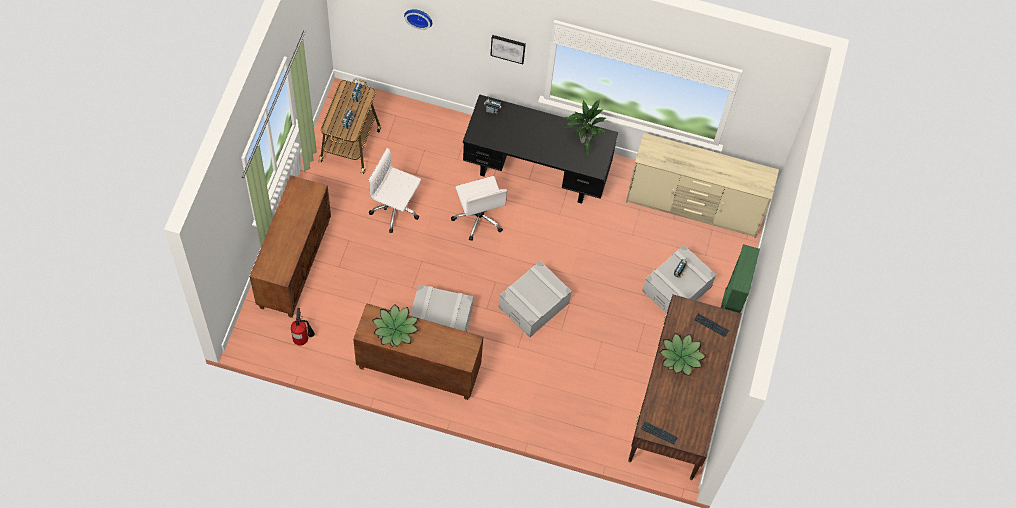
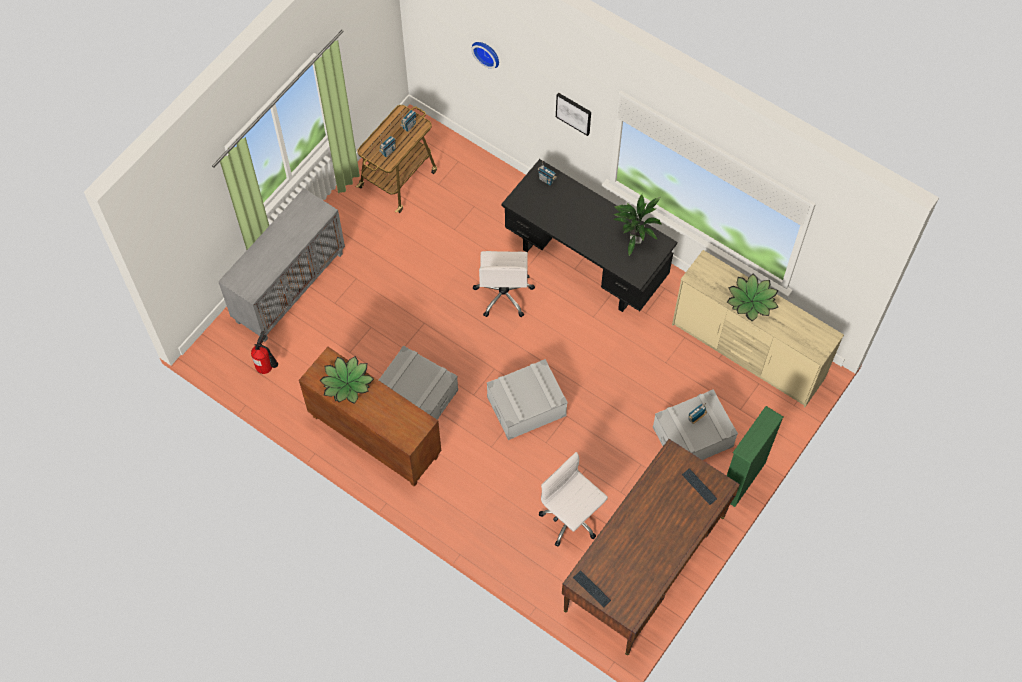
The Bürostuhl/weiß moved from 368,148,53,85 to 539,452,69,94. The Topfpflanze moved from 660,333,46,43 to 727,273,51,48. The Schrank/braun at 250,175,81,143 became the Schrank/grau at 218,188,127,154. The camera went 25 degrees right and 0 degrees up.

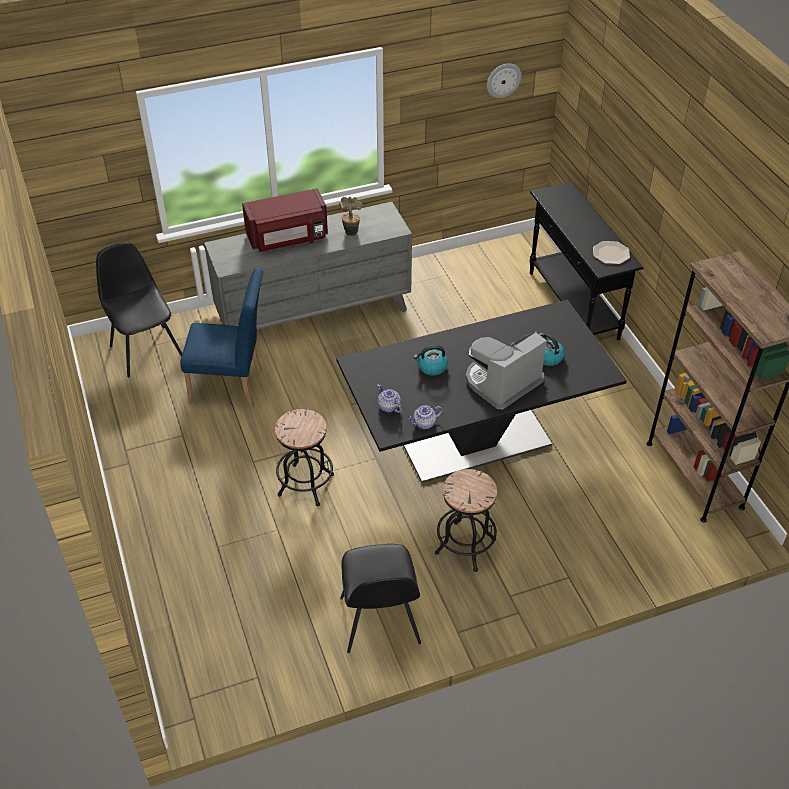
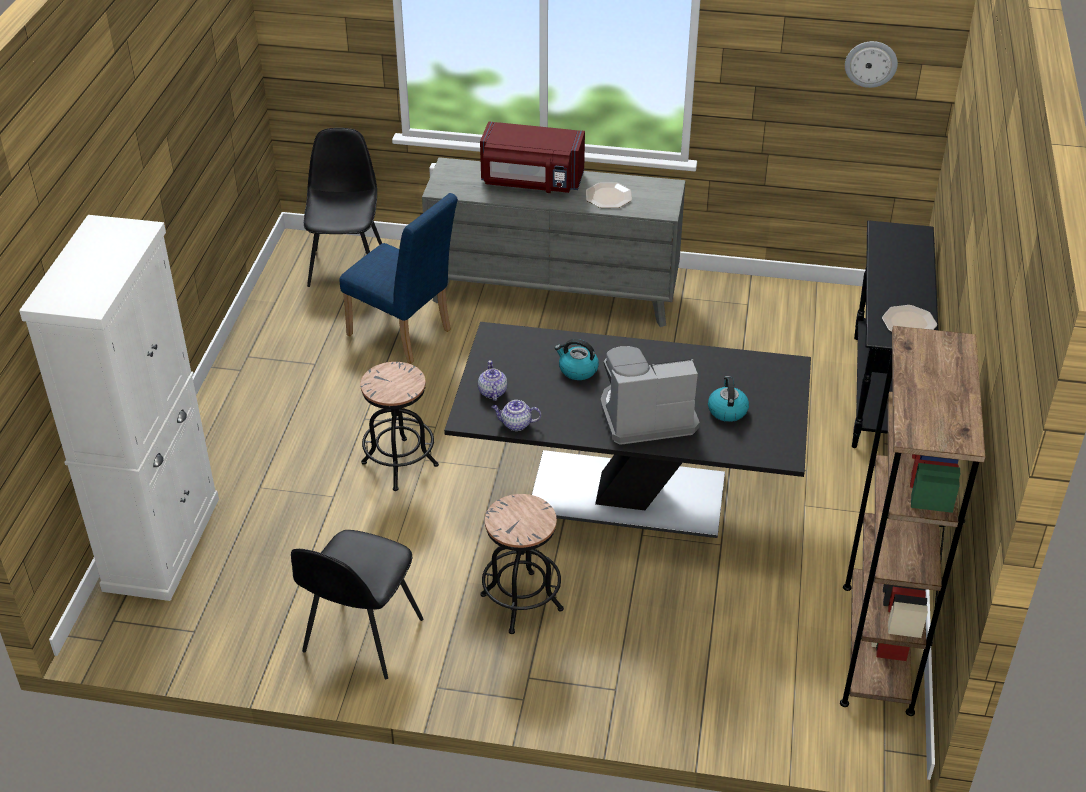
The Schrank/weiß at 19,215,200,386 appeared. The Topfpflanze at 339,197,24,39 was replaced by the Teller at 586,182,46,26. The camera went 30 degrees right and 5 degrees down.

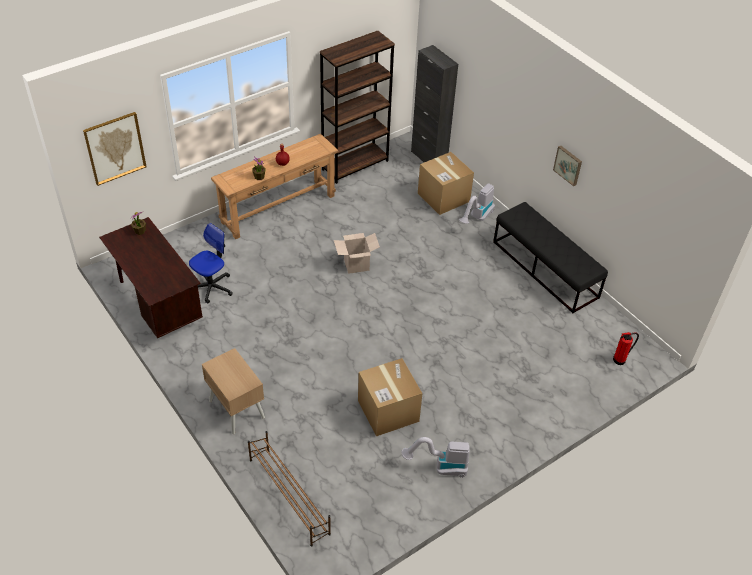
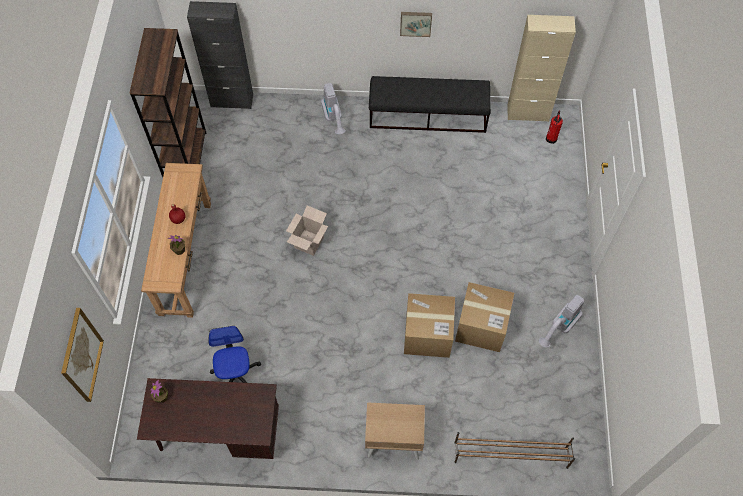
The Schrank/beige at 507,15,69,107 appeared. The Karton moved from 418,152,56,63 to 404,293,51,65. The camera went 50 degrees left and 15 degrees up.

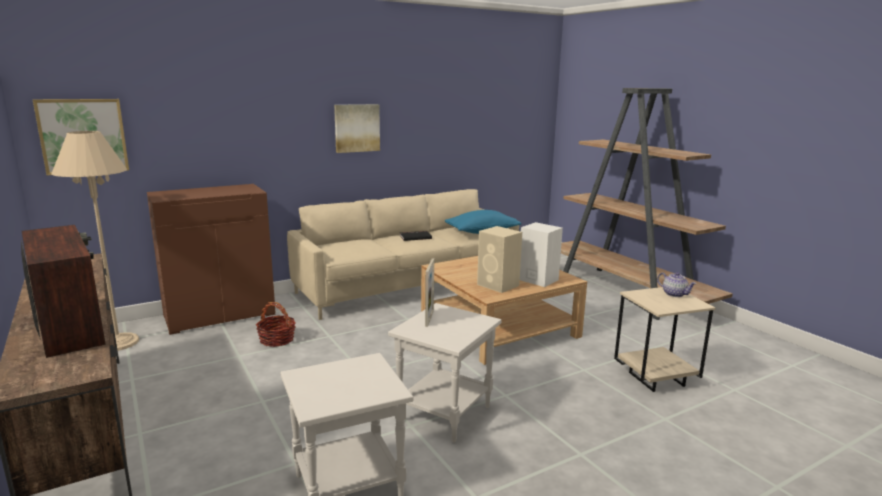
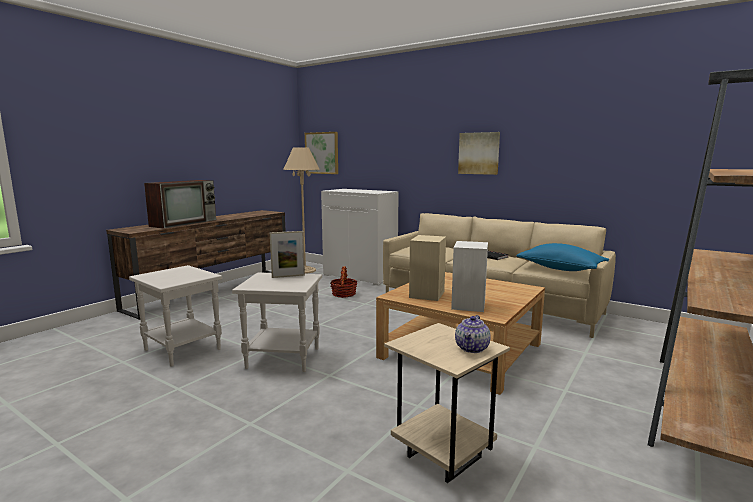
The Schrank/braun at 147,184,129,151 became the Schrank/weiß at 321,189,78,97. The camera went 65 degrees right and 5 degrees down.

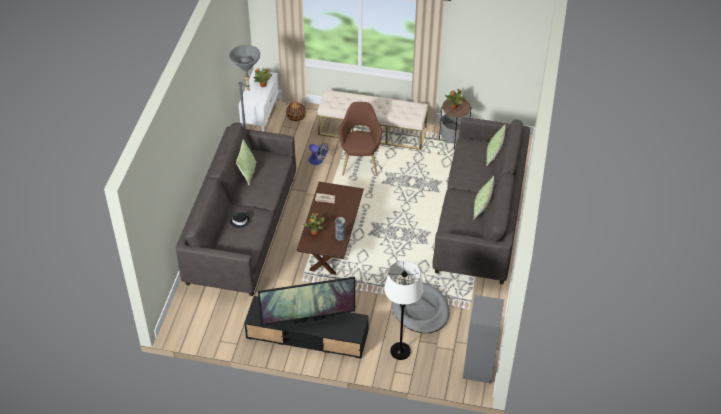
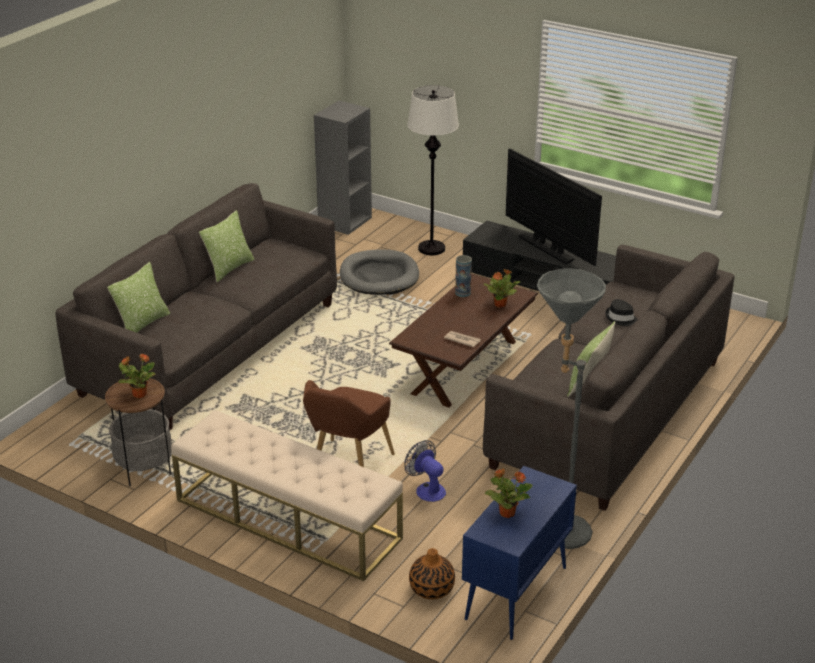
The Schrank/weiß at 239,70,40,62 became the Schrank/blau at 462,466,115,174. The Fernseher at 258,277,97,51 turned 45 degrees clockwise. The camera went 160 degrees left and 15 degrees down.

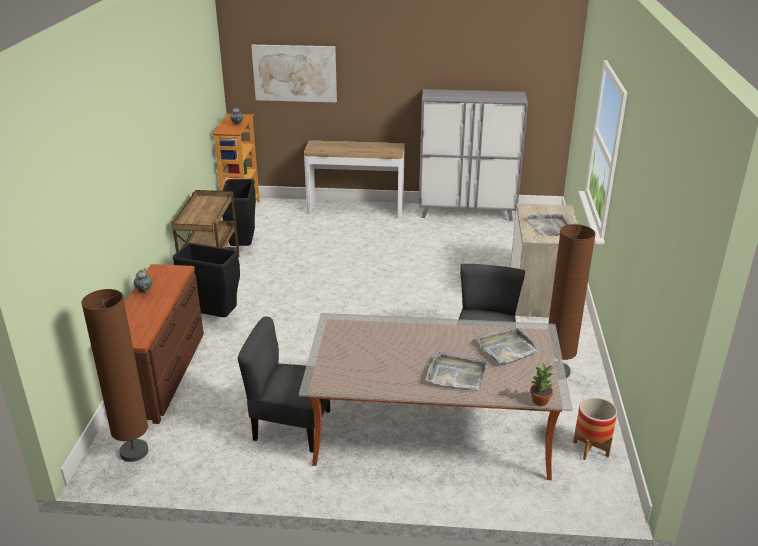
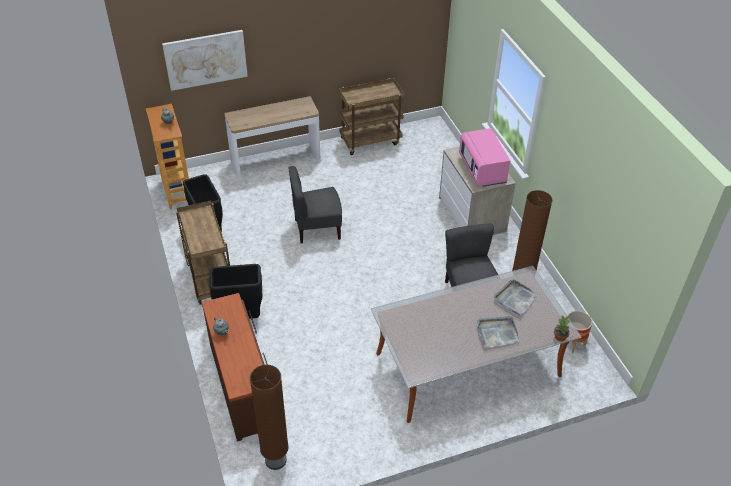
The Stuhl/grau moved from 237,317,93,136 to 289,166,53,77. The Schrank/grau at 419,89,109,132 was replaced by the Rollwagen/braun at 339,78,66,77. The Tablett/grau at 526,214,44,22 was replaced by the Mikrowelle/rosa at 459,128,51,59. The camera went 25 degrees left and 15 degrees up.

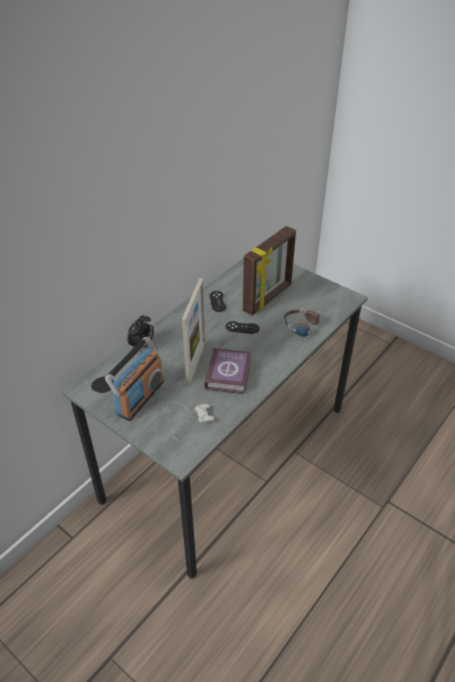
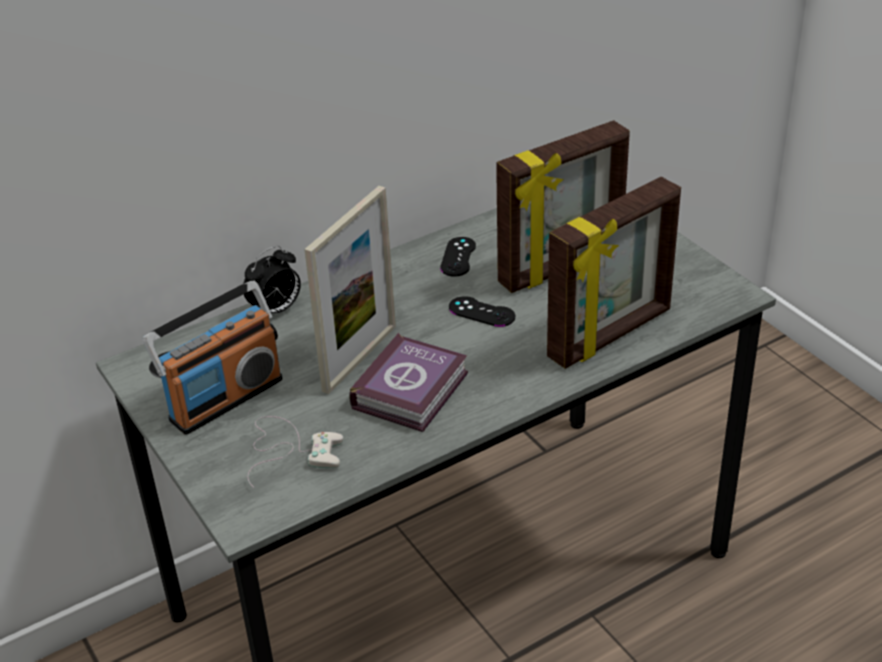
The Kopfhörer at 284,309,36,28 was replaced by the Bilderrahmen at 547,177,134,192. The camera went 20 degrees right and 5 degrees down.

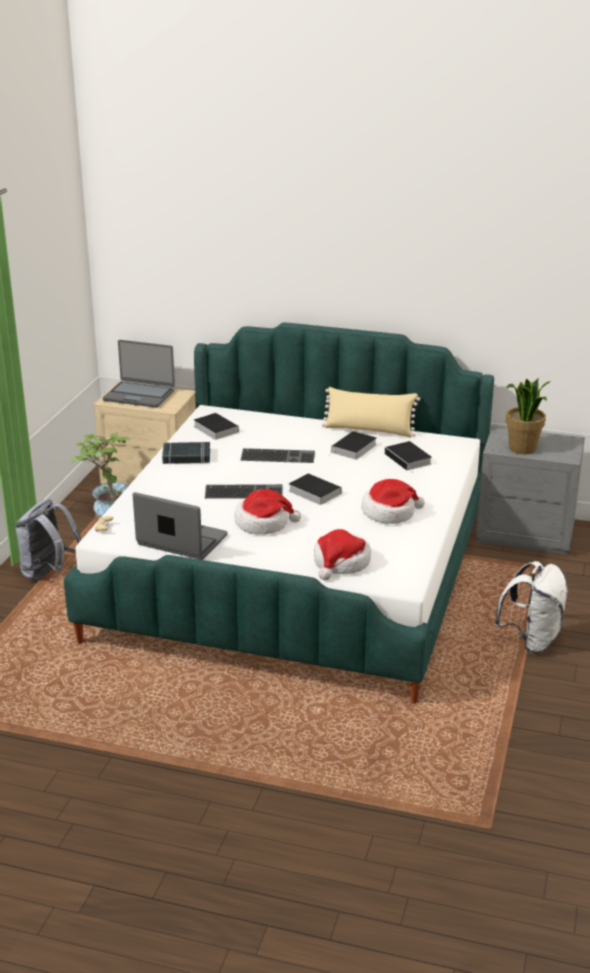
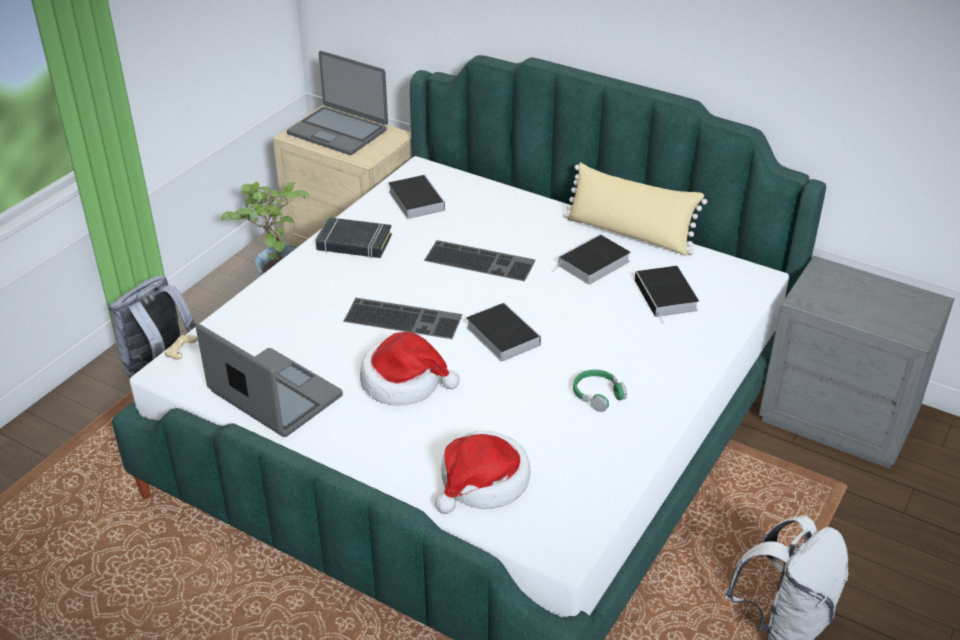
The Topfpflanze at 505,378,46,76 disappeared. The Hut at 361,479,64,45 was replaced by the Kopfhörer/grün at 573,370,54,42. The camera went 15 degrees right and 10 degrees up.

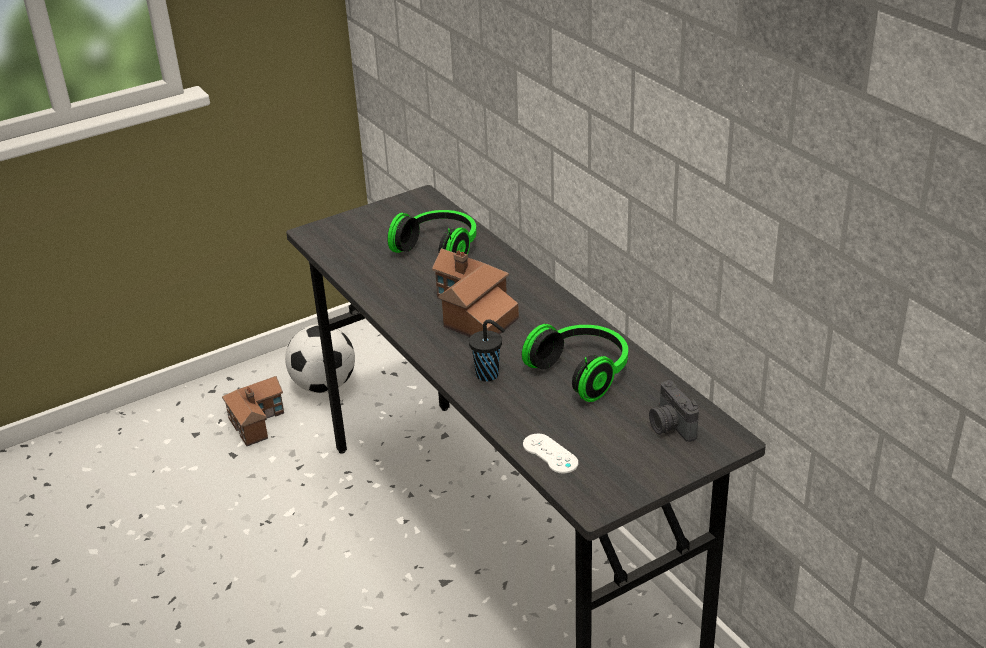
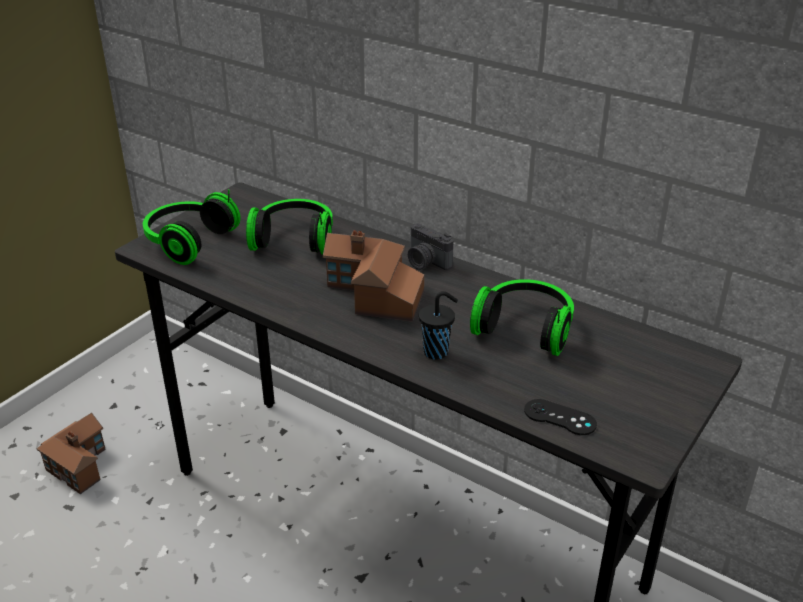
The Fußball at 285,324,70,69 disappeared. The Kopfhörer at 143,189,97,76 appeared. The Kamera moved from 649,380,50,62 to 408,223,46,47. The Gamepad/weiß at 523,434,55,40 became the Gamepad/schwarz at 524,399,73,36. The camera went 25 degrees left and 0 degrees up.

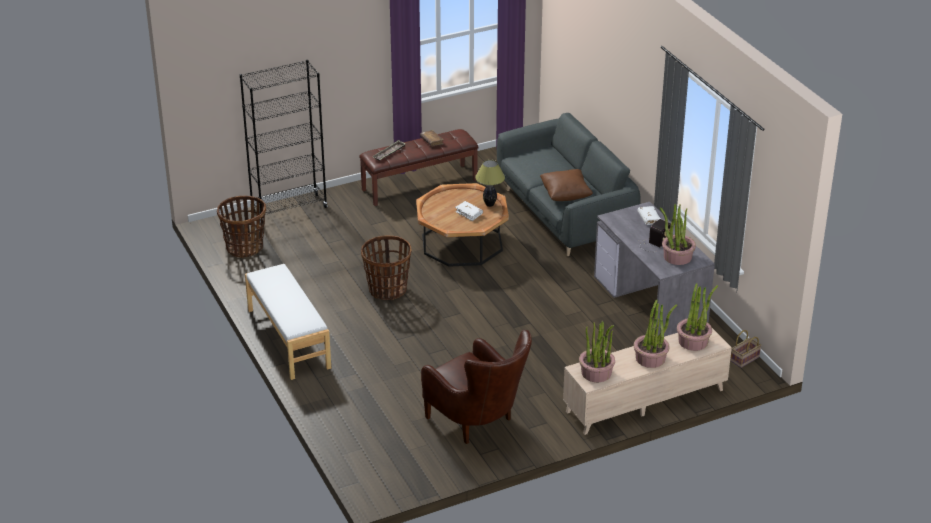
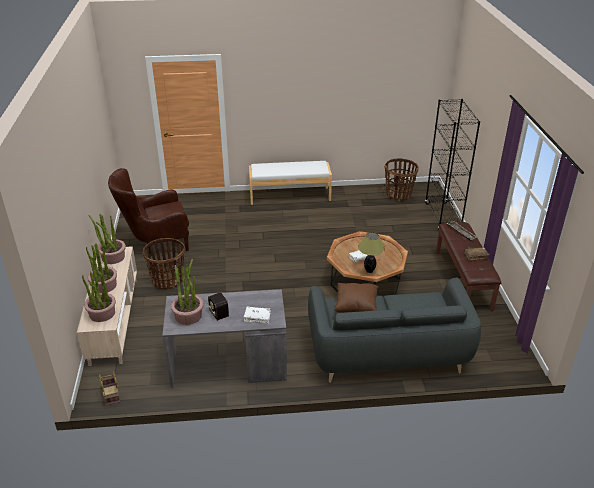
The Korb moved from 361,235,50,65 to 143,238,42,52. The camera went 110 degrees right and 0 degrees up.

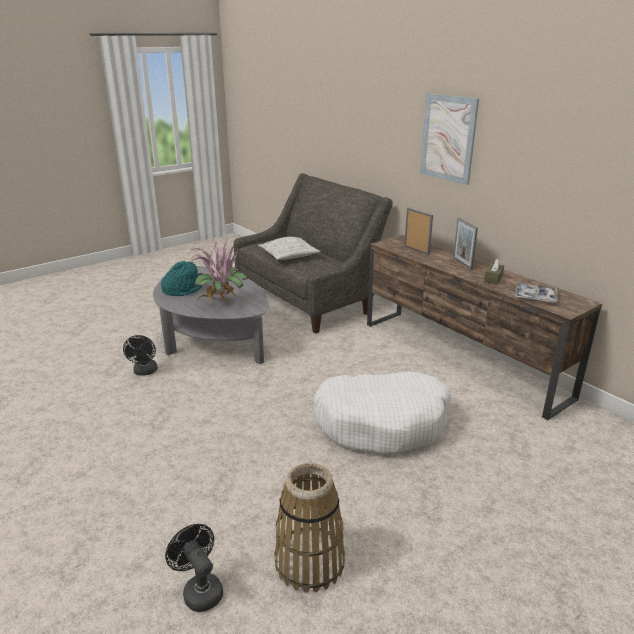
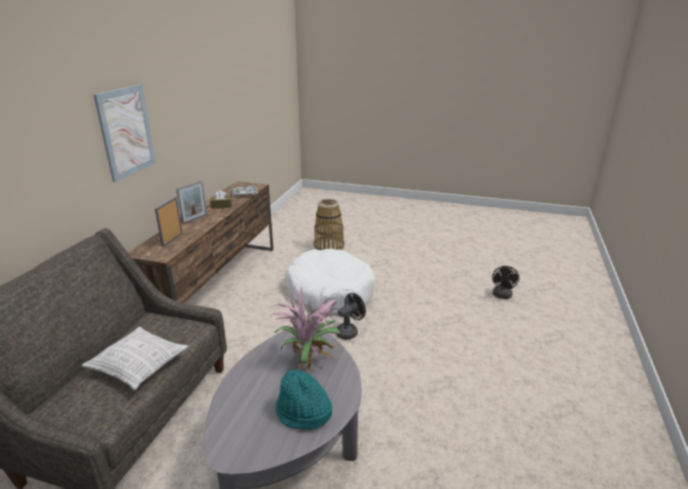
The Ventilator/schwarz moved from 123,335,35,41 to 336,293,30,47. The Korb moved from 274,463,71,130 to 314,199,31,51. The camera went 125 degrees left and 0 degrees up.

